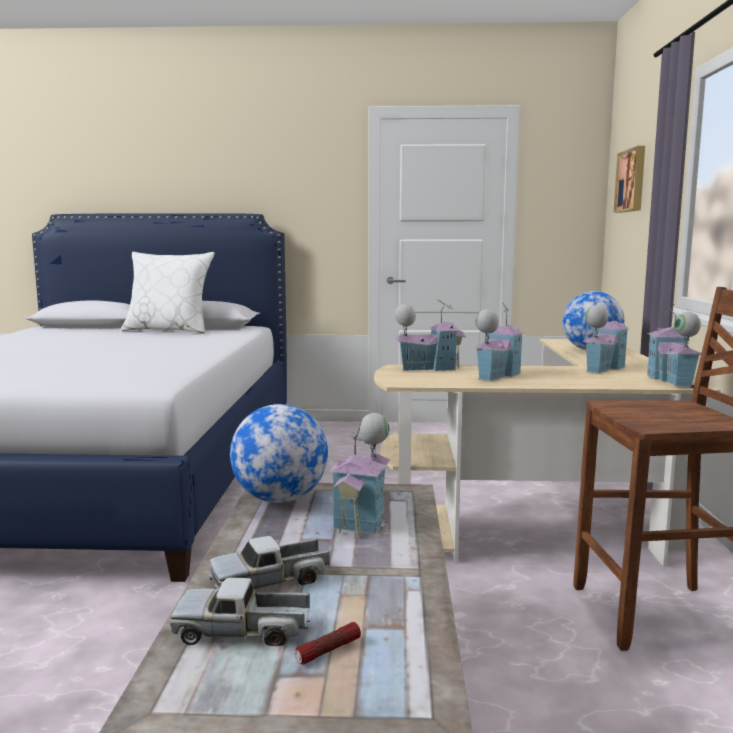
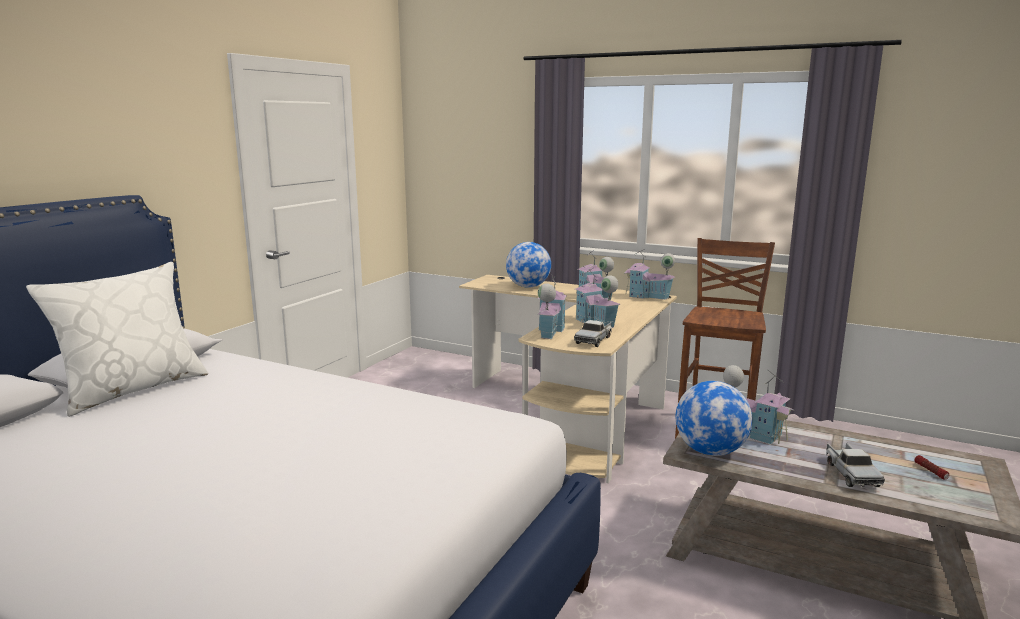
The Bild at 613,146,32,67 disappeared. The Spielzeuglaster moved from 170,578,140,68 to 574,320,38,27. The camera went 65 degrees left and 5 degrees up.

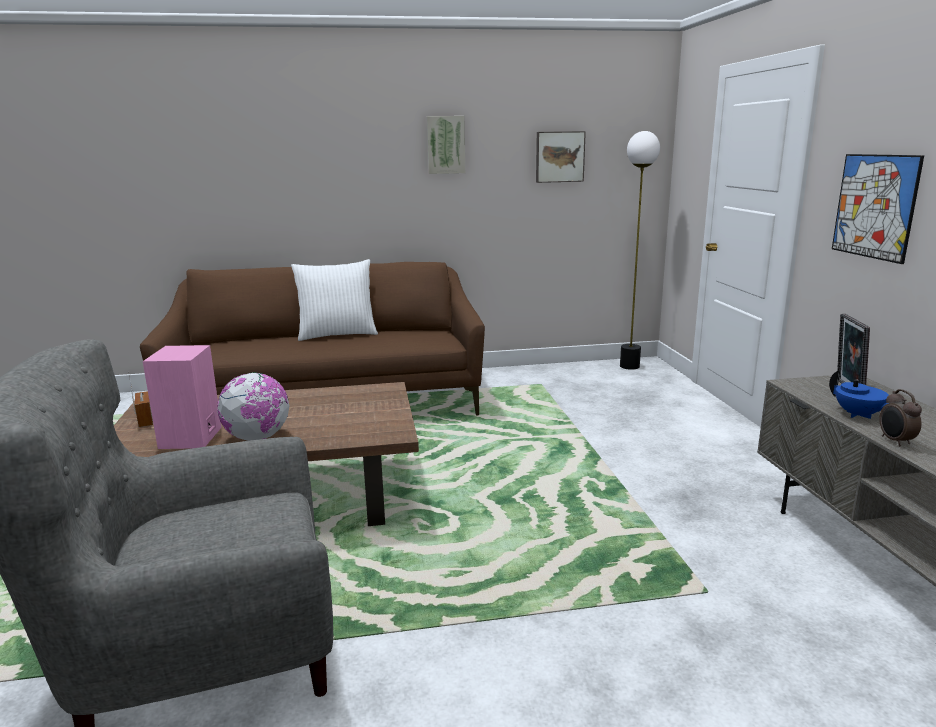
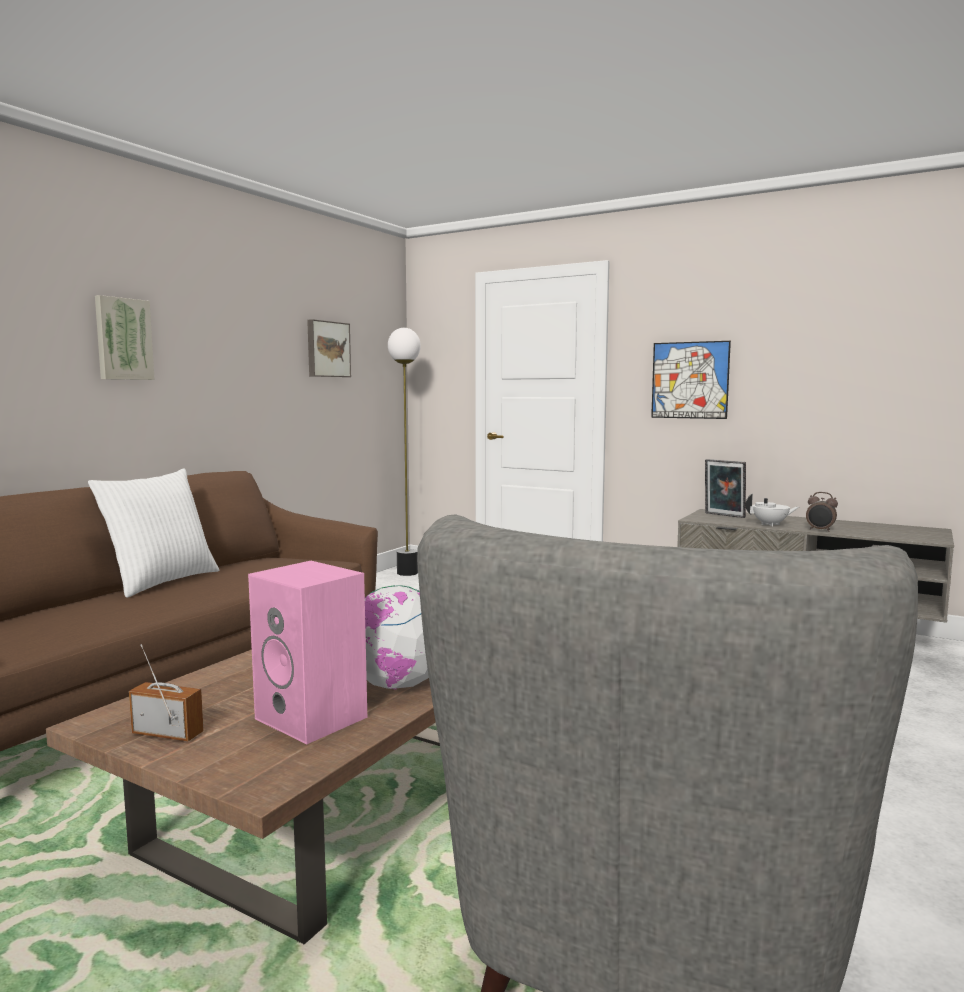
The Bild moved from 427,116,38,58 to 95,295,60,85. The Teekanne/blau at 829,370,60,49 became the Teekanne/weiß at 746,494,53,32. The camera went 50 degrees left and 10 degrees down.

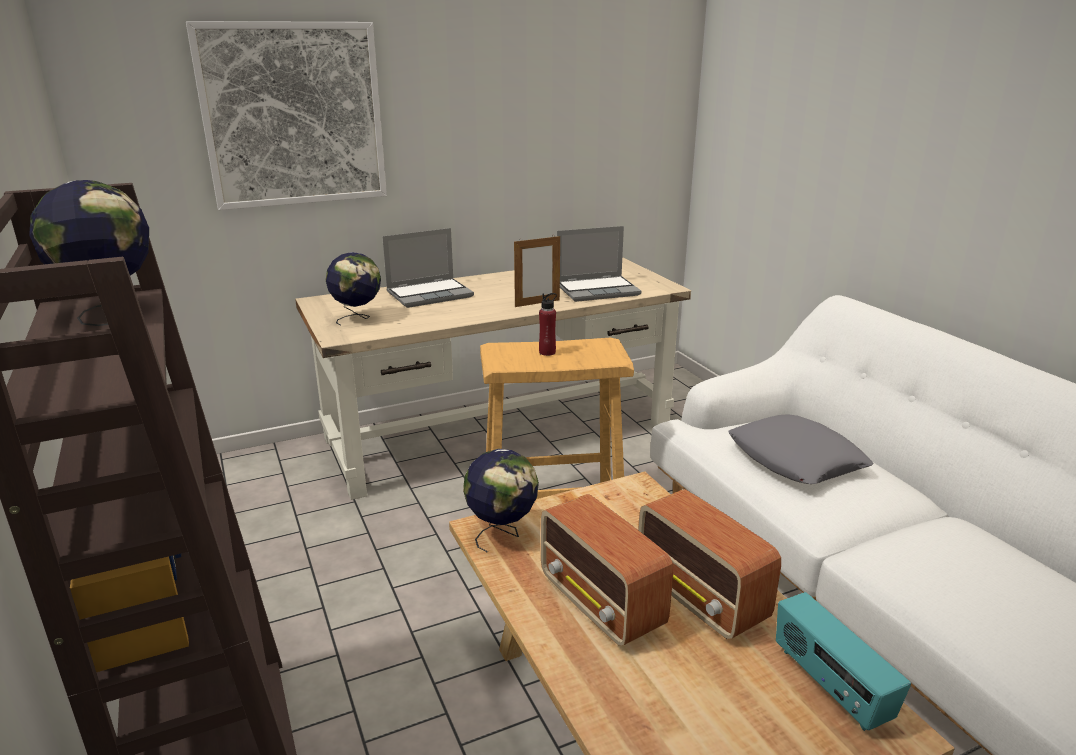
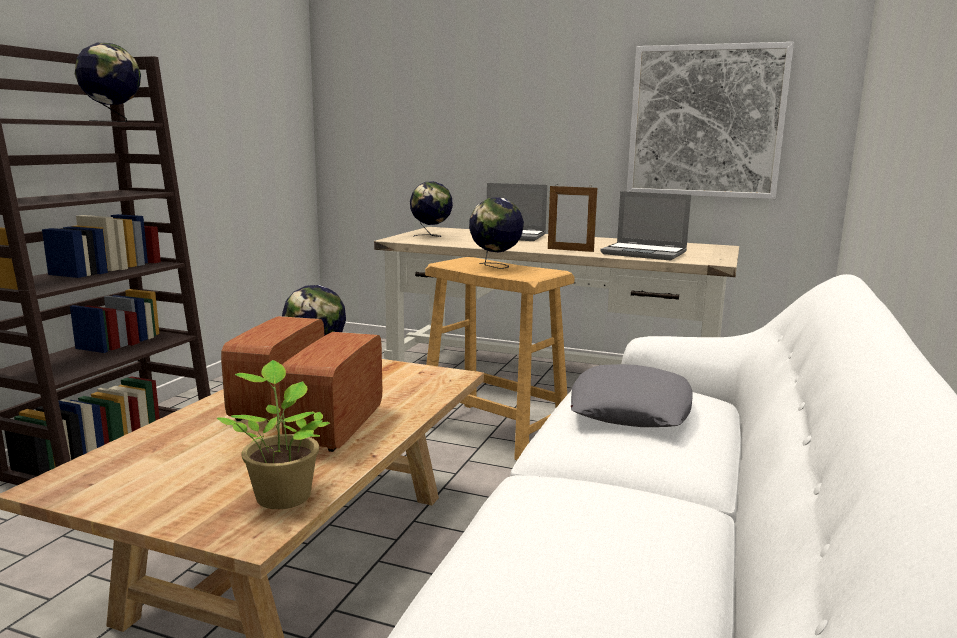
The Bild moved from 186,21,201,189 to 627,42,167,157. The Flasche/rot at 539,293,18,63 was replaced by the Globus at 469,197,55,72. The Radio at 776,592,135,139 was replaced by the Topfpflanze at 217,360,113,149. The camera went 45 degrees right and 10 degrees down.

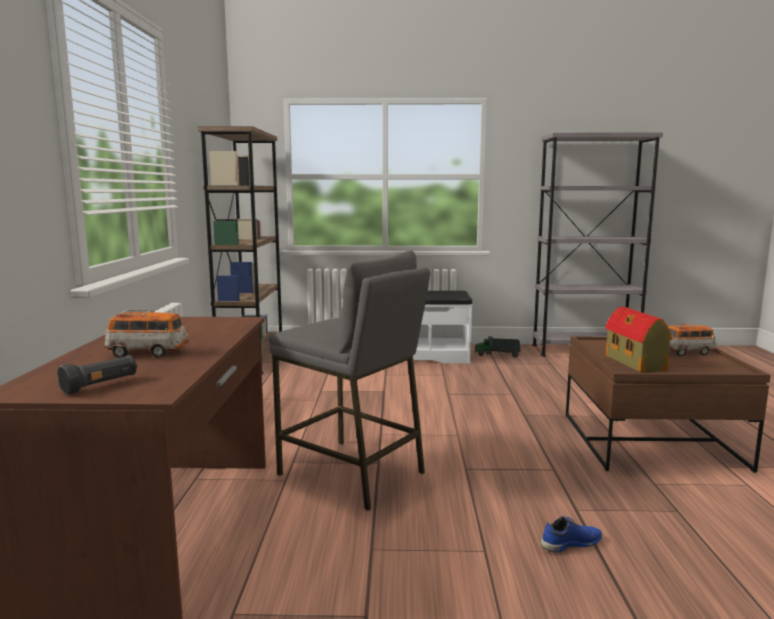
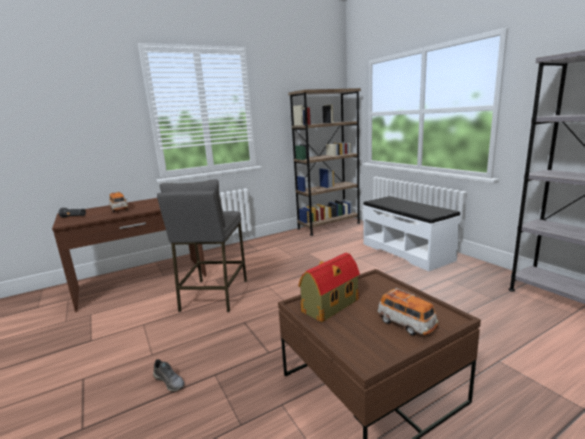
The Spielzeuglaster at 475,336,46,21 disappeared. The Schuh/blau at 540,516,62,37 became the Schuh/grau at 153,359,32,33. The camera went 60 degrees right and 5 degrees up.

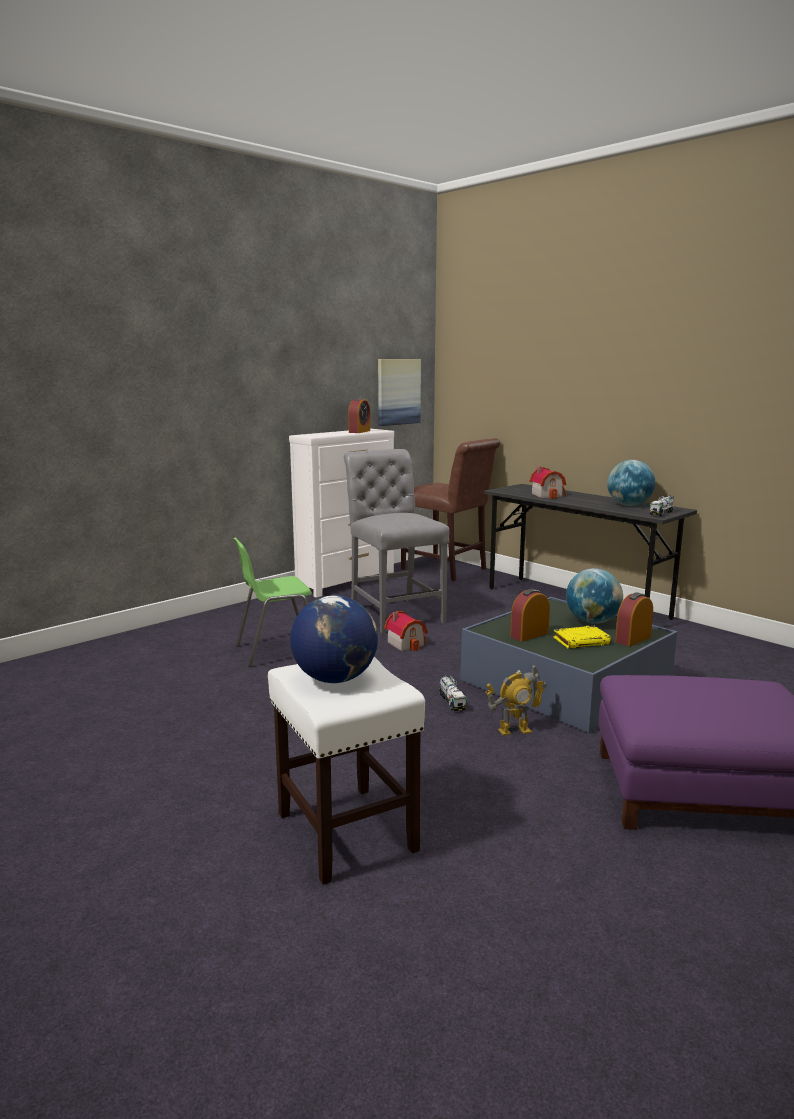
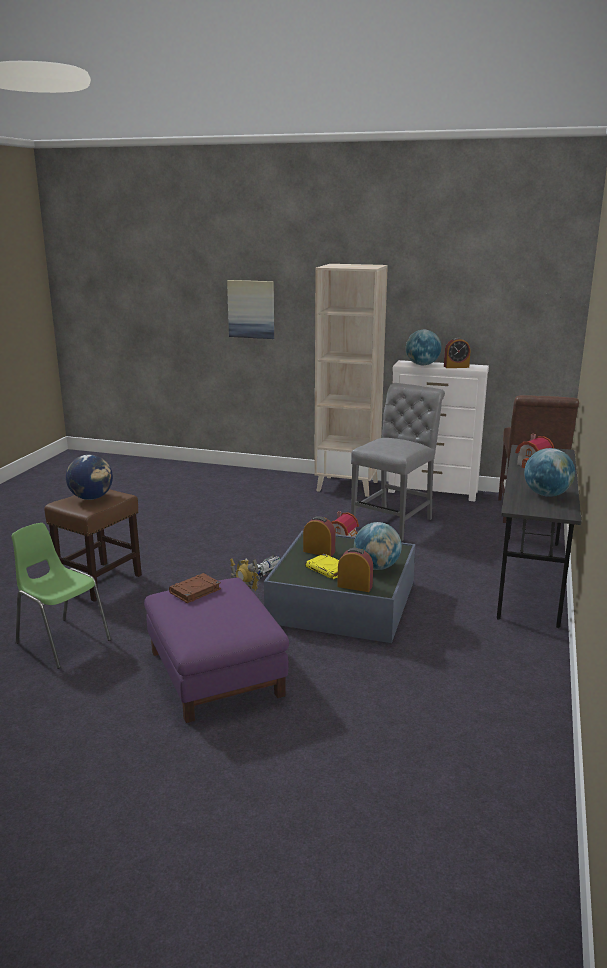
The Spielzeuglaster at 650,495,24,22 disappeared. The Buch/braun at 169,573,52,30 appeared. The Bücherregal/beige at 314,264,74,233 appeared. The Globus at 406,330,35,35 appeared. The Stuhl/grün moved from 233,538,79,129 to 12,523,99,146. The Bild moved from 378,359,43,67 to 227,280,47,59. The Hocker/weiß at 268,657,157,228 became the Hocker/braun at 44,489,98,113. The camera went 60 degrees right and 5 degrees up.

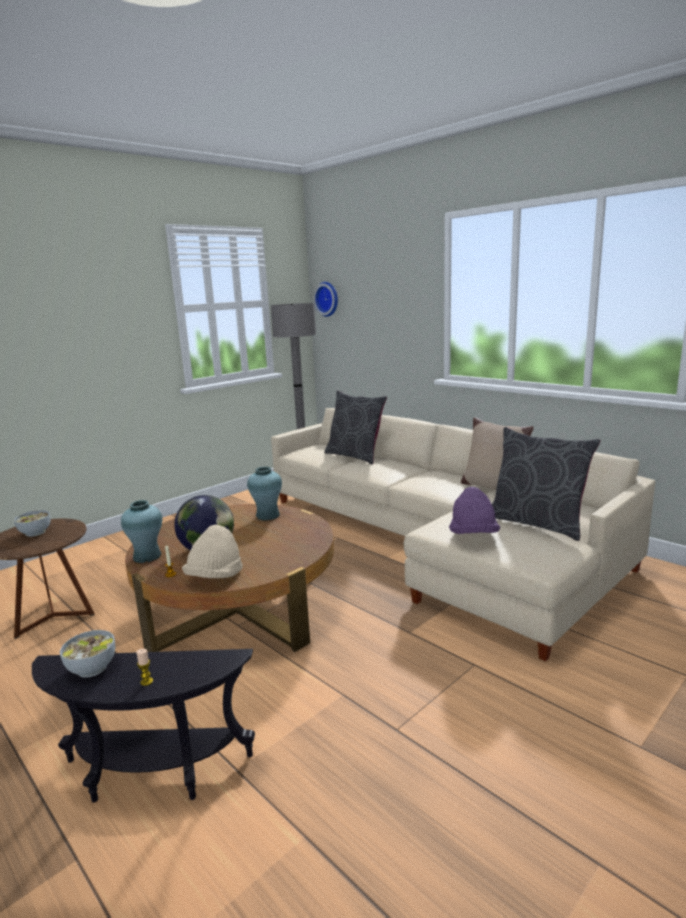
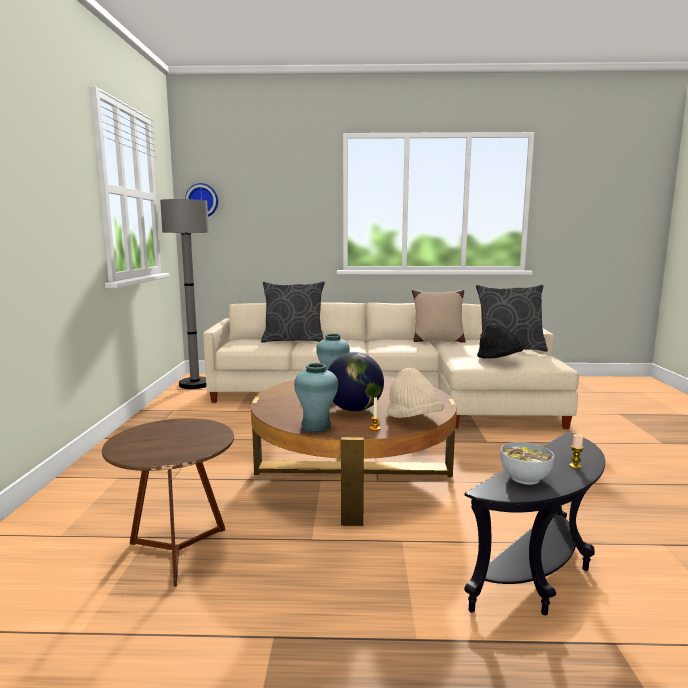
The Schüssel at 14,510,37,27 disappeared. The Hut/lila at 449,487,51,47 became the Hut/schwarz at 477,324,46,34. The camera went 45 degrees left and 5 degrees down.

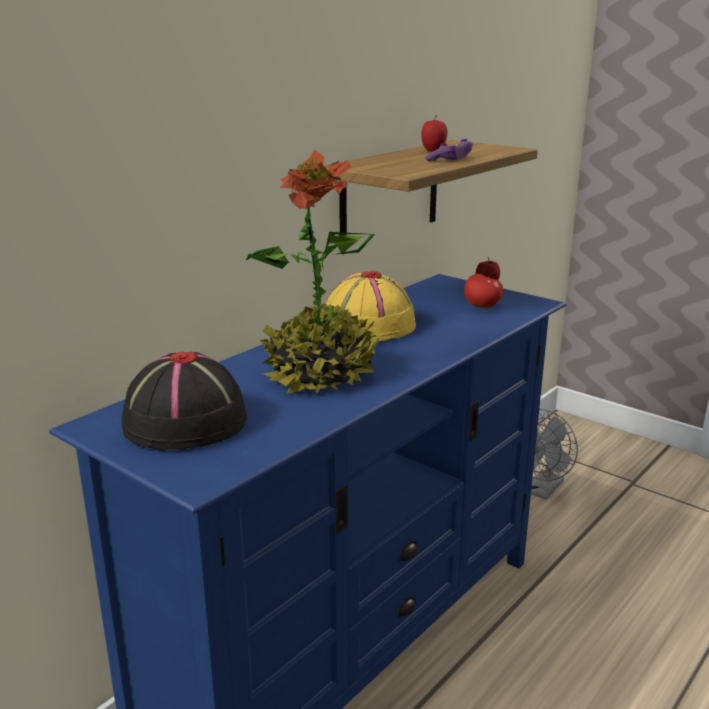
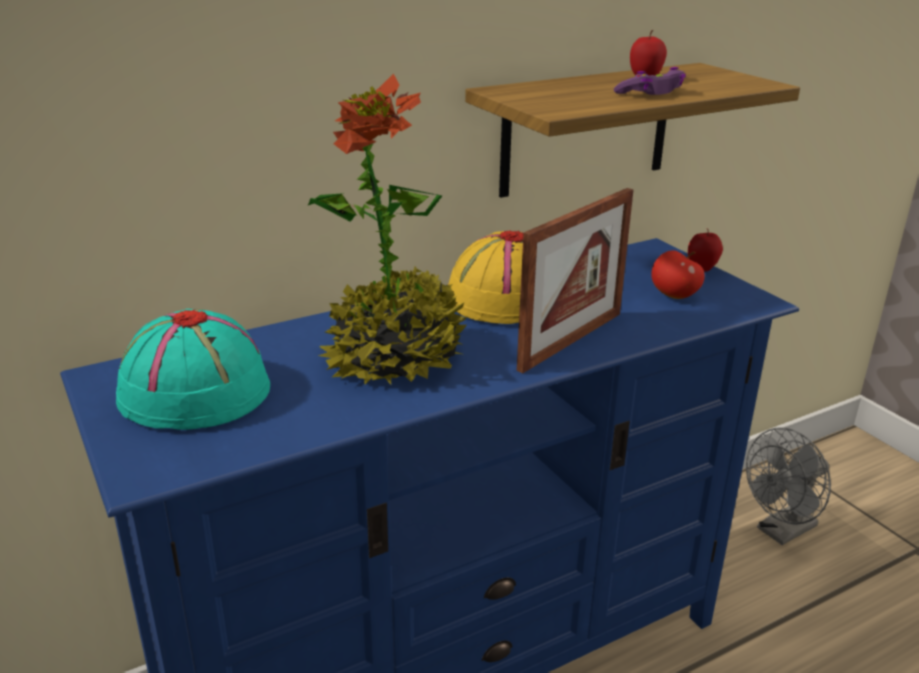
The Bilderrahmen at 517,188,116,185 appeared. The Hut/schwarz at 121,351,126,99 became the Hut/türkis at 116,309,154,121. The camera went 20 degrees right and 5 degrees up.

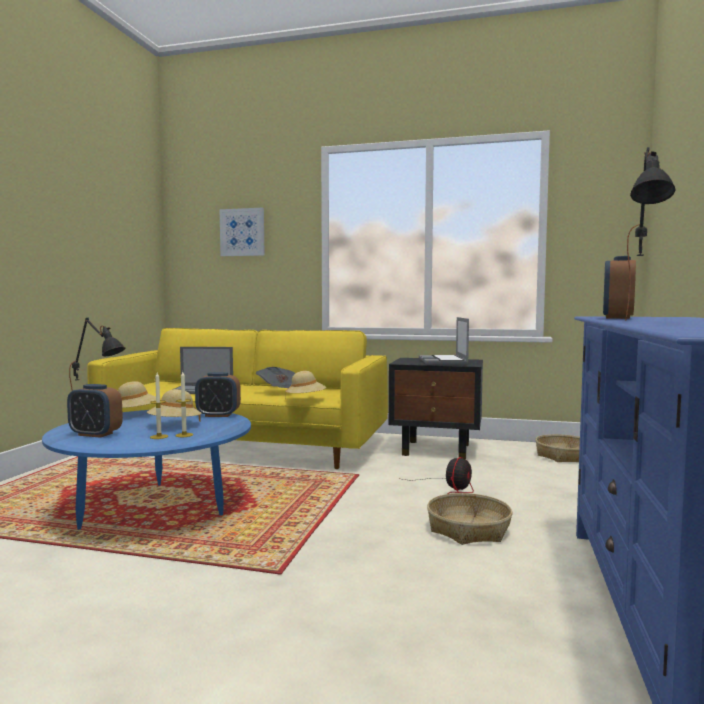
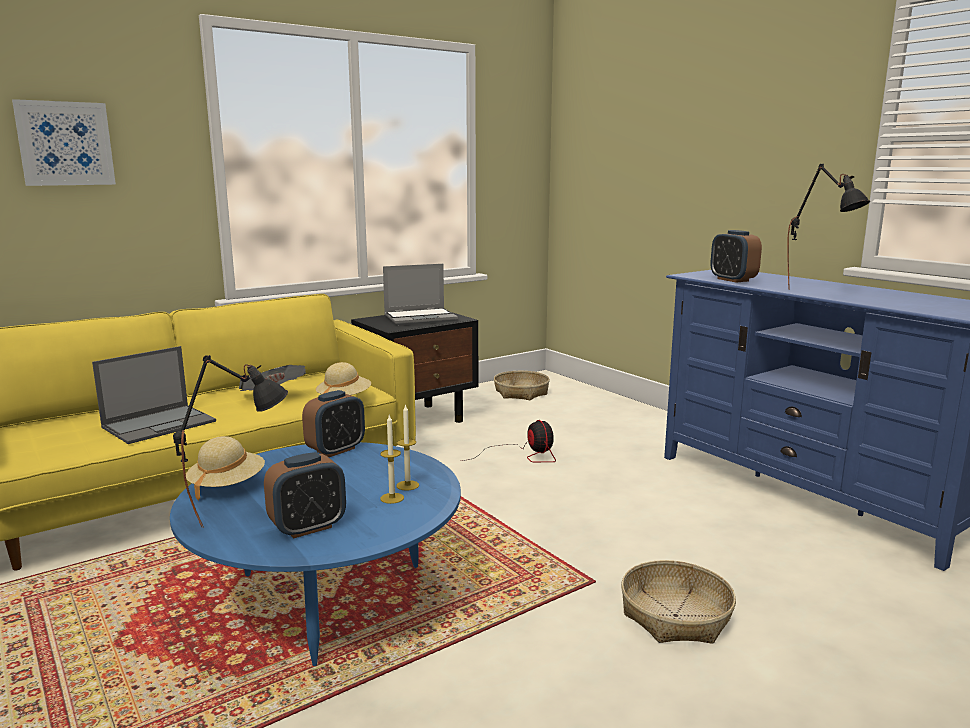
The Hut/beige at 147,389,55,33 disappeared. The Korb moved from 427,493,85,52 to 621,560,115,84. The Laptop at 419,317,50,48 turned 60 degrees counterclockwise. The camera went 50 degrees left and 10 degrees up.

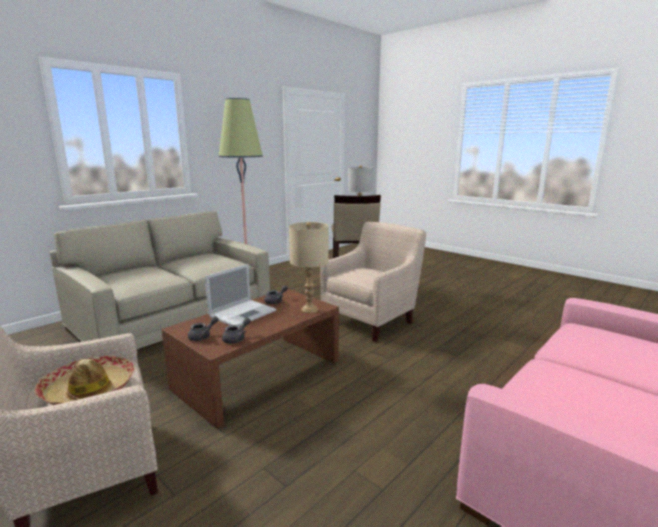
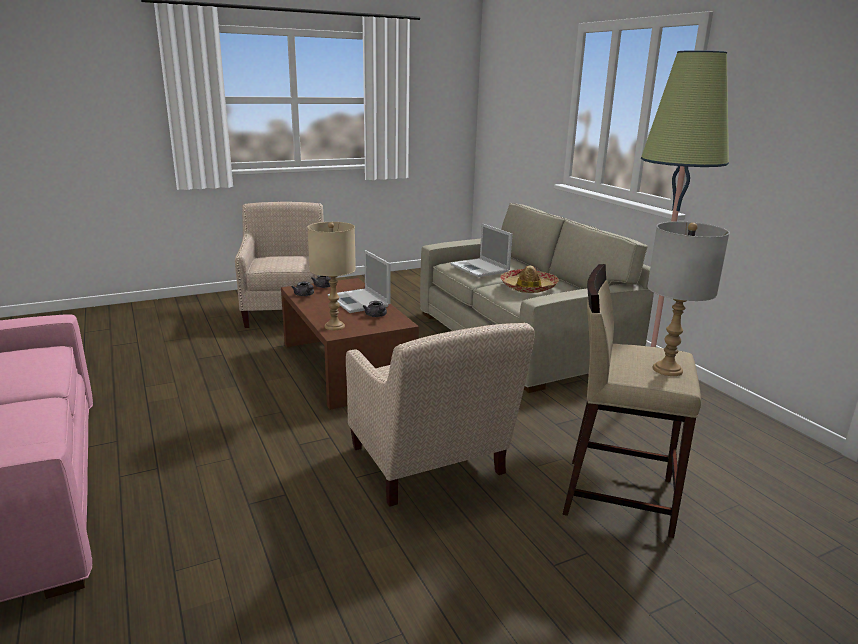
The Laptop at 450,223,62,54 appeared. The Hut moved from 35,355,100,50 to 500,266,59,27. The camera went 110 degrees right and 5 degrees up.

